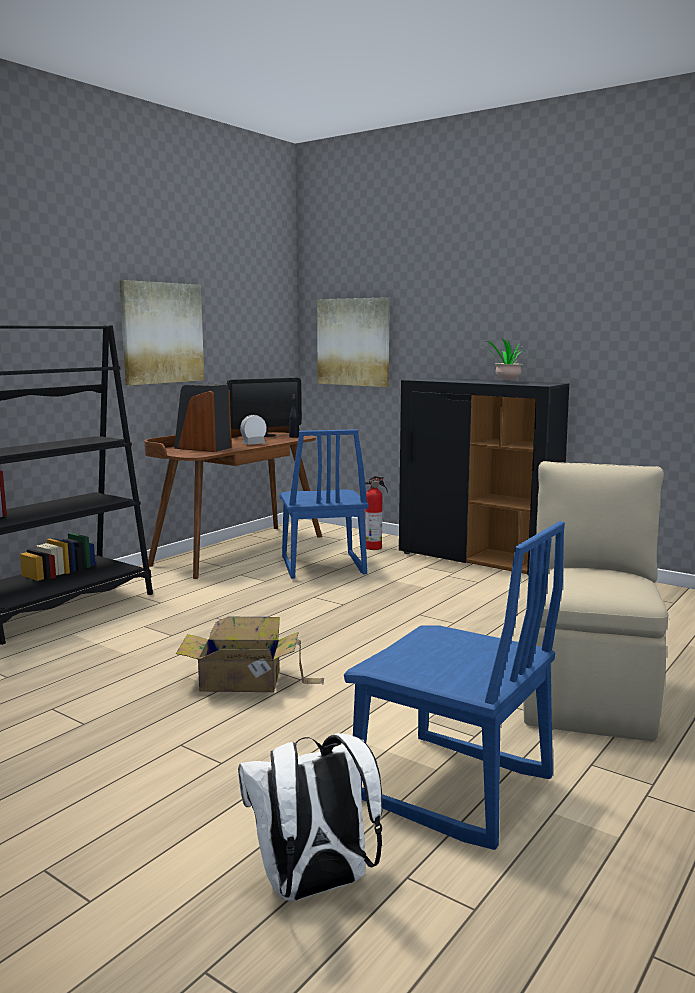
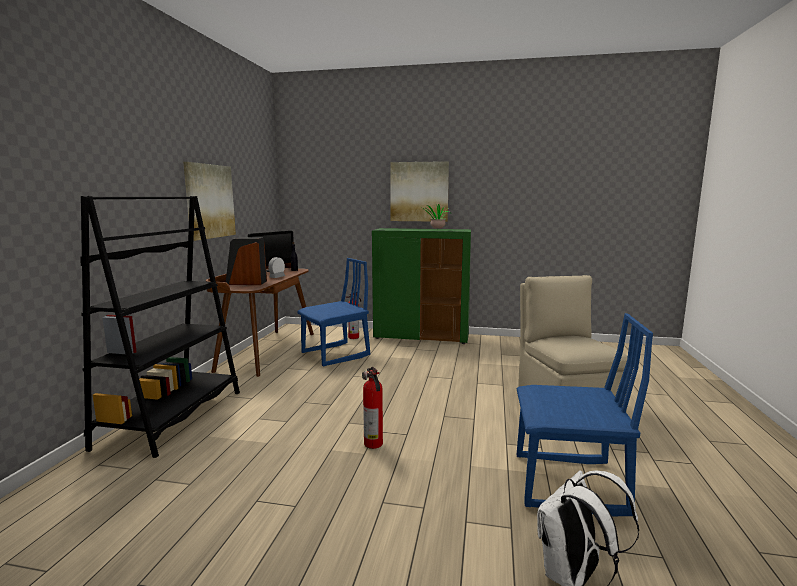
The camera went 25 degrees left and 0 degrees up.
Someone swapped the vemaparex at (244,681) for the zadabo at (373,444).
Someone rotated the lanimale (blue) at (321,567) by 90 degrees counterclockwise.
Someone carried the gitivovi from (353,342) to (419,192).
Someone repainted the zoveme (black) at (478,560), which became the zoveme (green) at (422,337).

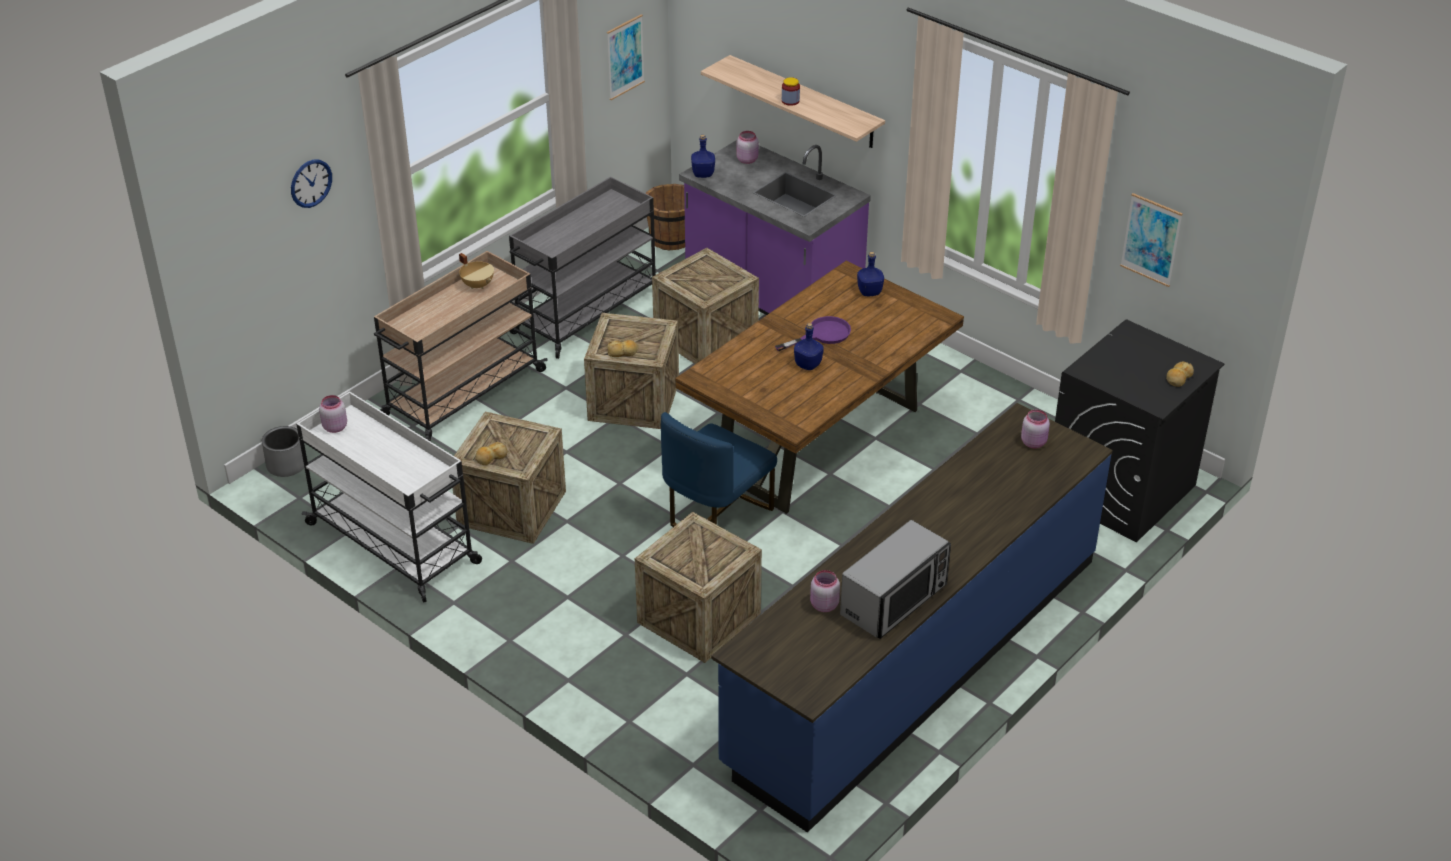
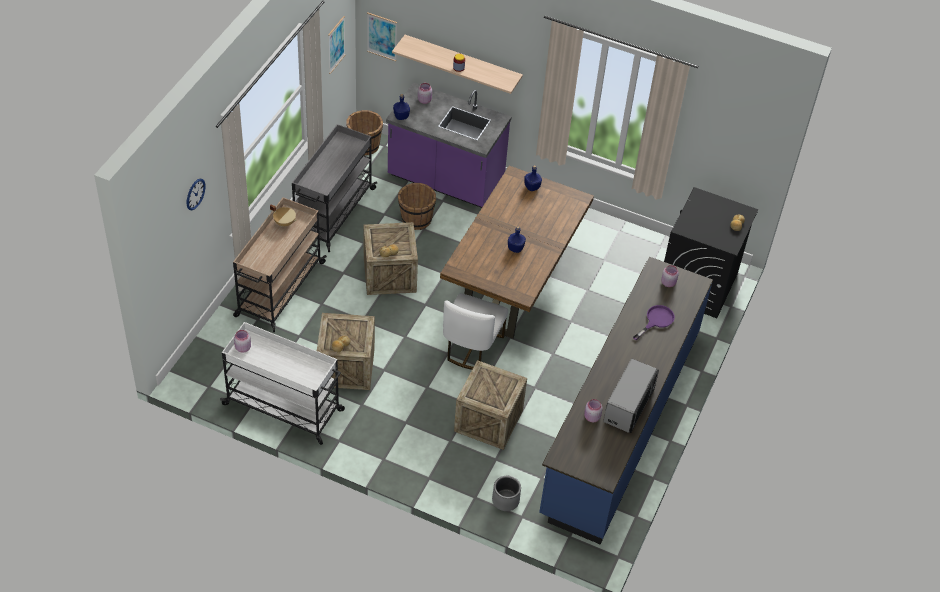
The camera went 20 degrees left and 10 degrees up.
Someone carried the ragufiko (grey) from (287,465) to (505,500).
Someone swapped the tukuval at (705,338) for the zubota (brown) at (416,219).
Someone repainted the lanimale (blue) at (716,514), which became the lanimale (white) at (471,347).
Someone carried the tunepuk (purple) from (822,335) to (656,320).
Someone carried the gitivovi from (1151,239) to (382,36).

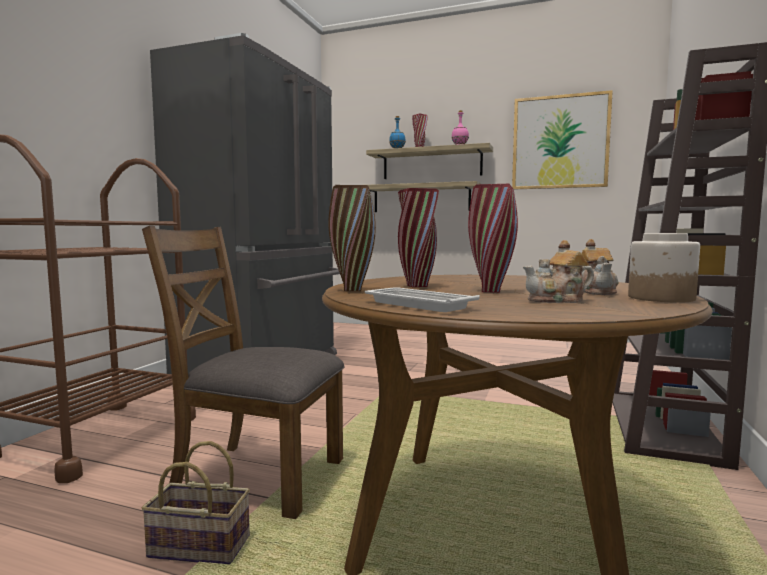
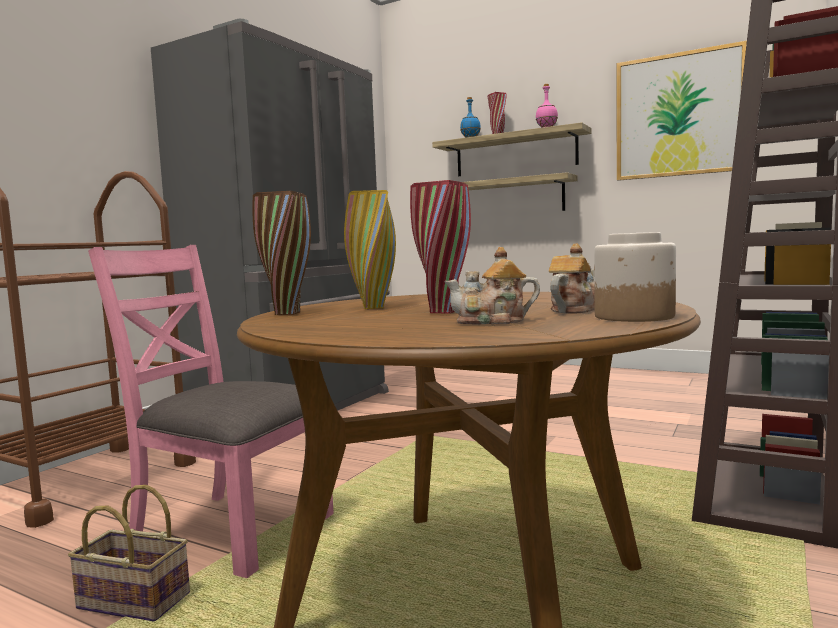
The camera went 10 degrees right and 0 degrees up.
Someone repainted the lanimale (brown) at (257,477), which became the lanimale (pink) at (230,530).
Someone took away the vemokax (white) at (417,305).
Someone repainted the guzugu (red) at (417,286), which became the guzugu (yellow) at (373,307).
Someone rotated the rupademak at (597,291) by 150 degrees counterclockwise.

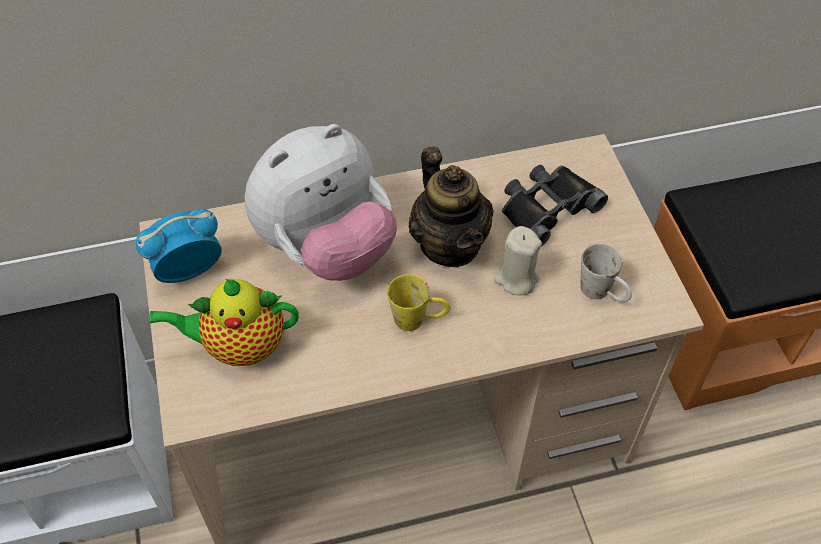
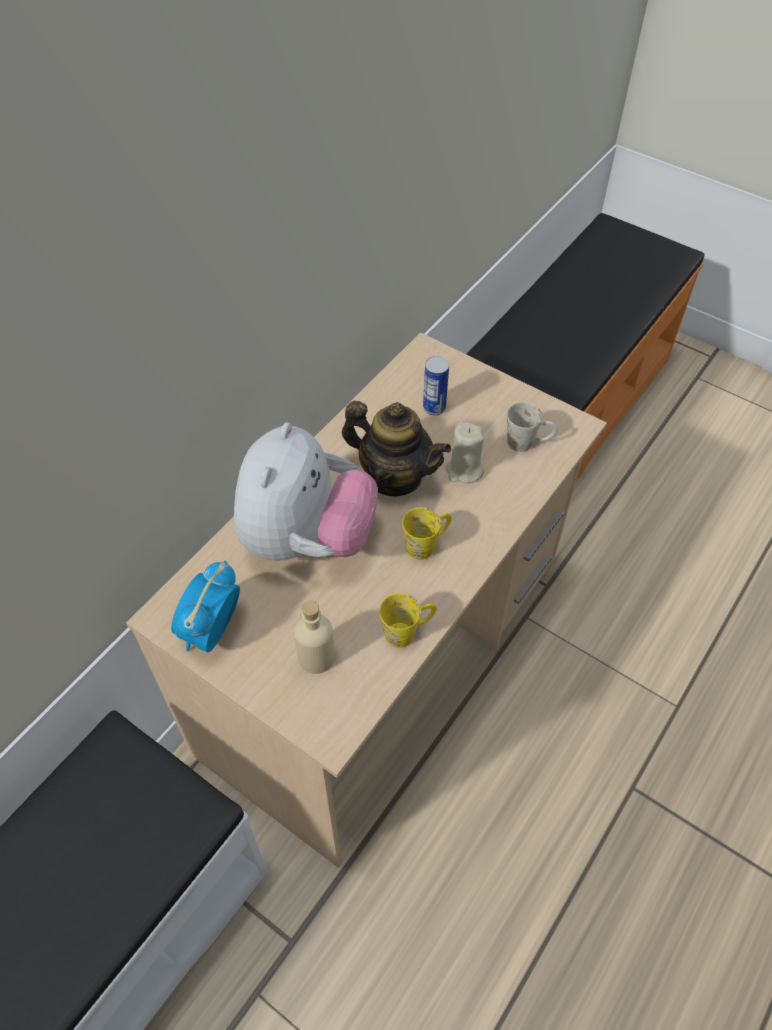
The camera went 40 degrees left and 0 degrees up.
Someone swapped the rupademak at (239,346) for the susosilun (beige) at (316,657).
Someone swapped the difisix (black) at (546,207) for the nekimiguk at (434,407).
Someone put down the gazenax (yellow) at (408,630).

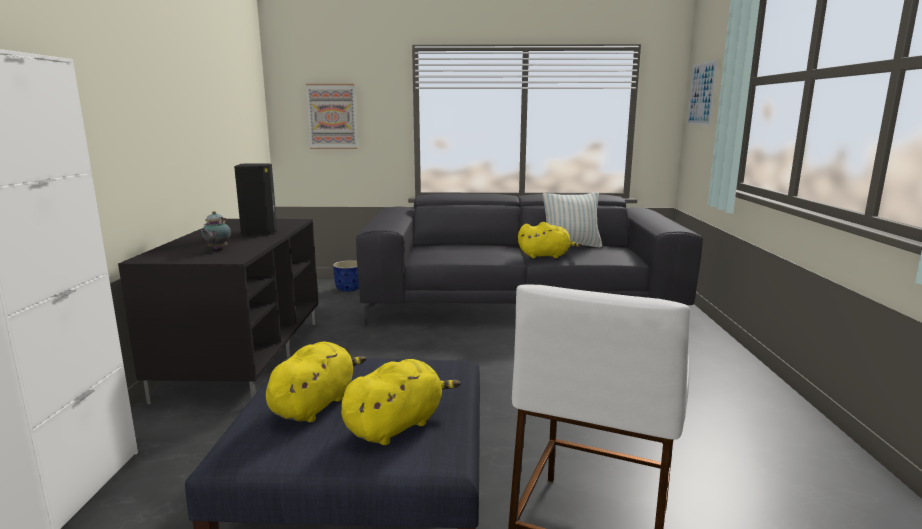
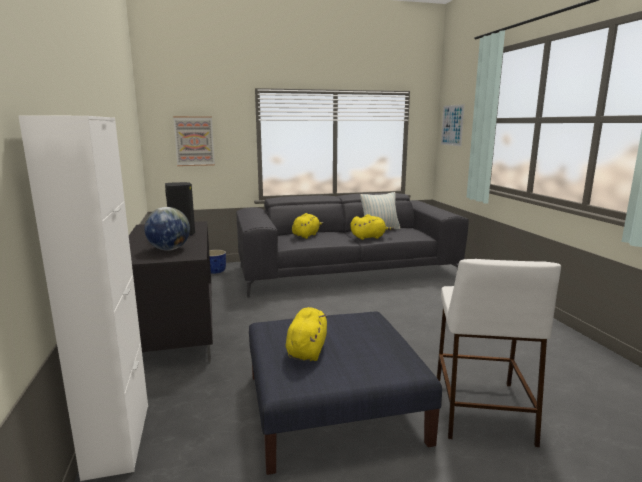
The camera went 15 degrees left and 0 degrees up.
Someone swapped the rupademak at (217,249) for the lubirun at (169,249).
Someone carried the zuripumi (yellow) from (397,425) to (306,235).

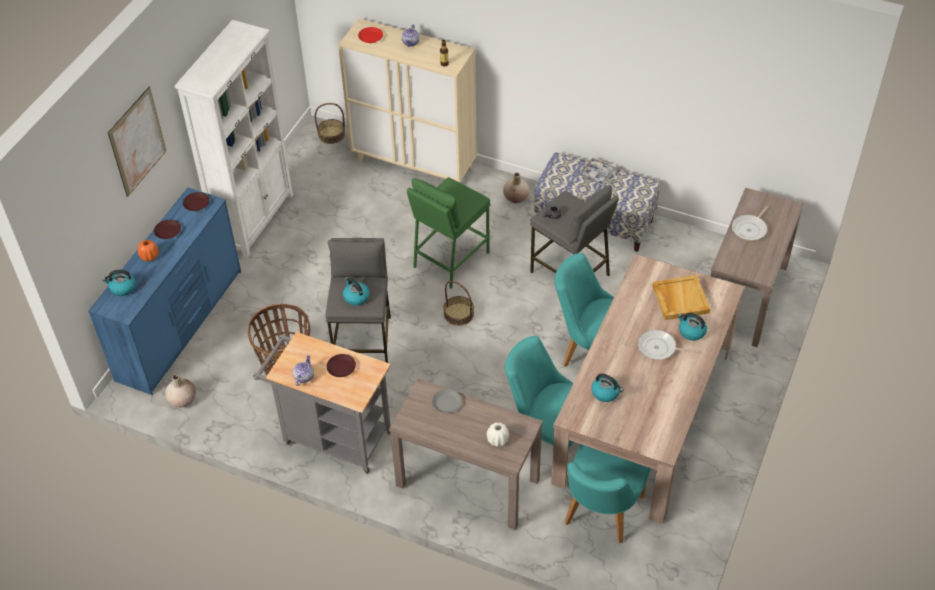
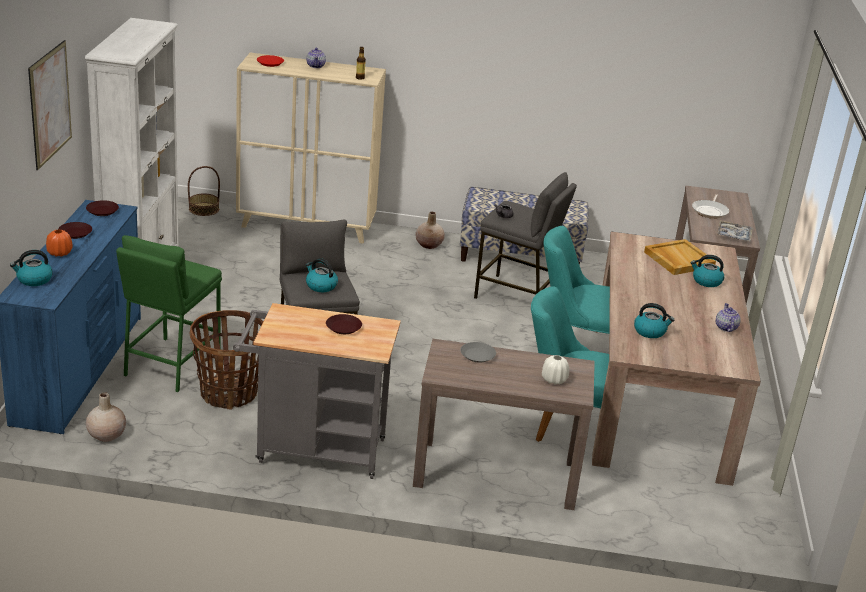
The camera went 20 degrees left and 20 degrees down.
Someone carried the rupademak from (304,377) to (725,328).
Someone carried the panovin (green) from (450,259) to (171,364).
Someone took away the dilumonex at (459,314).
Someone took away the lanimale (turquoise) at (599,515).
Someone carried the vemokax from (597,174) to (733,235).
Someone took away the tunepuk at (659,348).

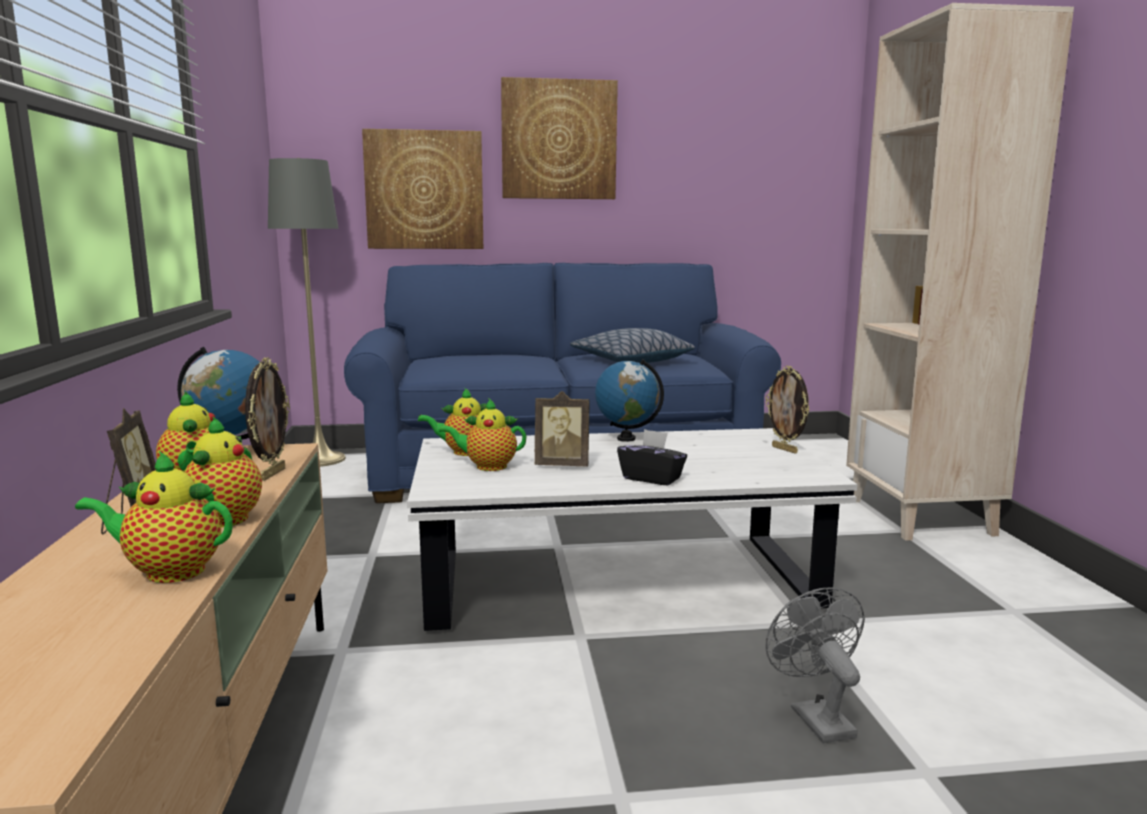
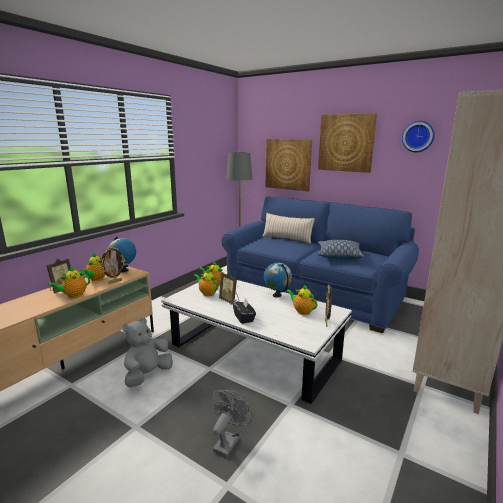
The camera went 40 degrees right and 5 degrees up.
Someone carried the rupademak from (169,571) to (302,311).
Someone put down the zuripumi (grey) at (147,375).
Someone put down the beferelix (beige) at (287,239).
Someone put up the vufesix at (418,136).

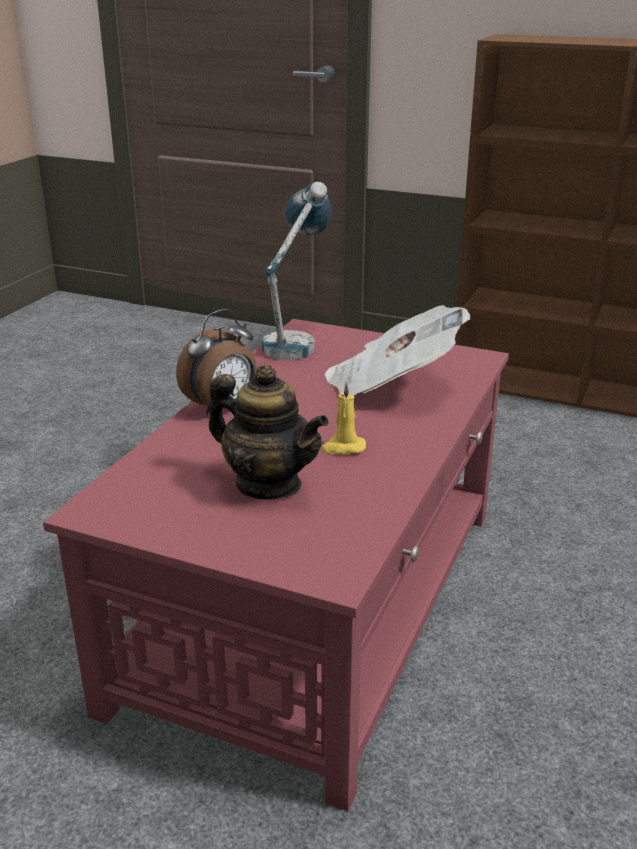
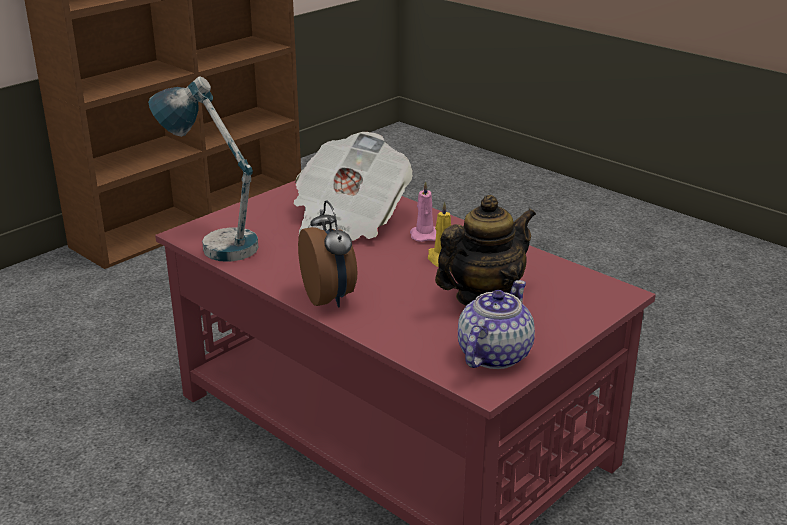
The camera went 70 degrees left and 0 degrees up.
Someone put down the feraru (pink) at (424,235).
Someone put down the rupademak at (493,355).

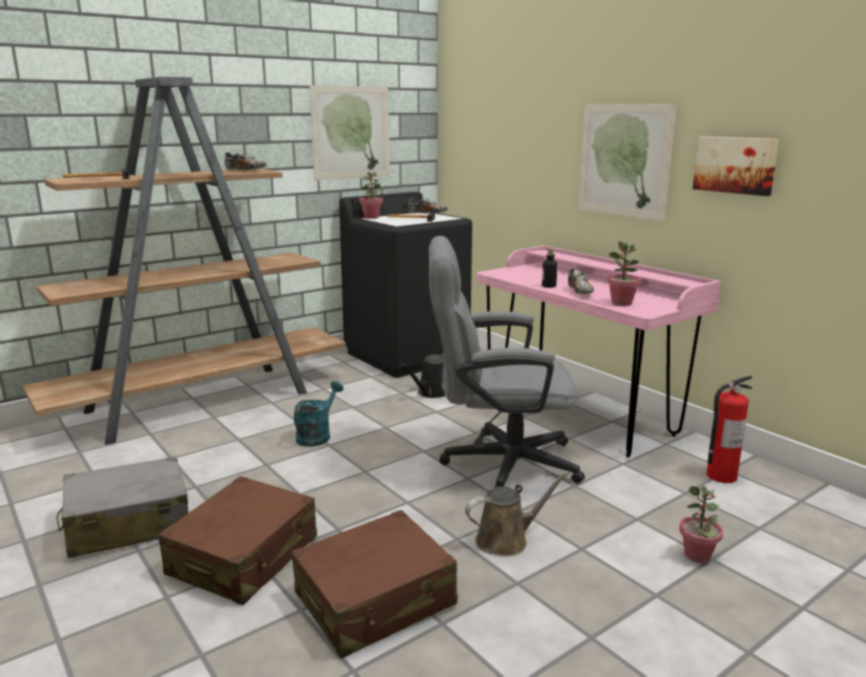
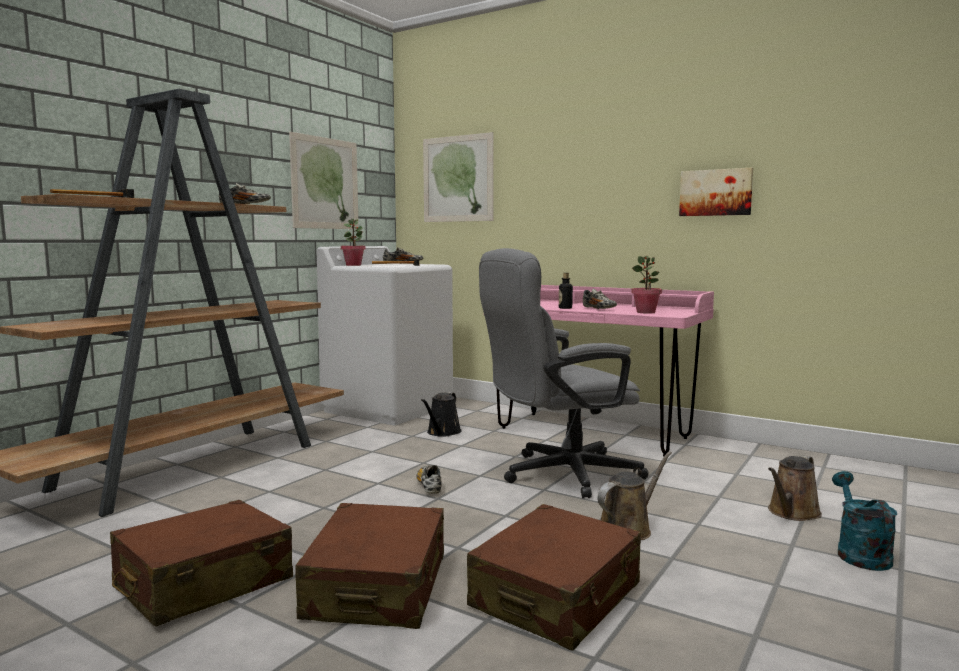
The camera went 20 degrees left and 10 degrees down.
Someone repainted the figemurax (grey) at (128,524), which became the figemurax (brown) at (203,583).
Someone carried the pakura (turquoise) from (317,435) to (859,553).
Someone repainted the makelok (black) at (407,355), which became the makelok (white) at (389,408).
Someone carried the gitivovi from (623,160) to (457,179).
Someone swapped the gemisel at (697,555) for the pakura (brown) at (792,513).
Someone took away the zadabo at (721,476).
Someone put down the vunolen at (429,486).

